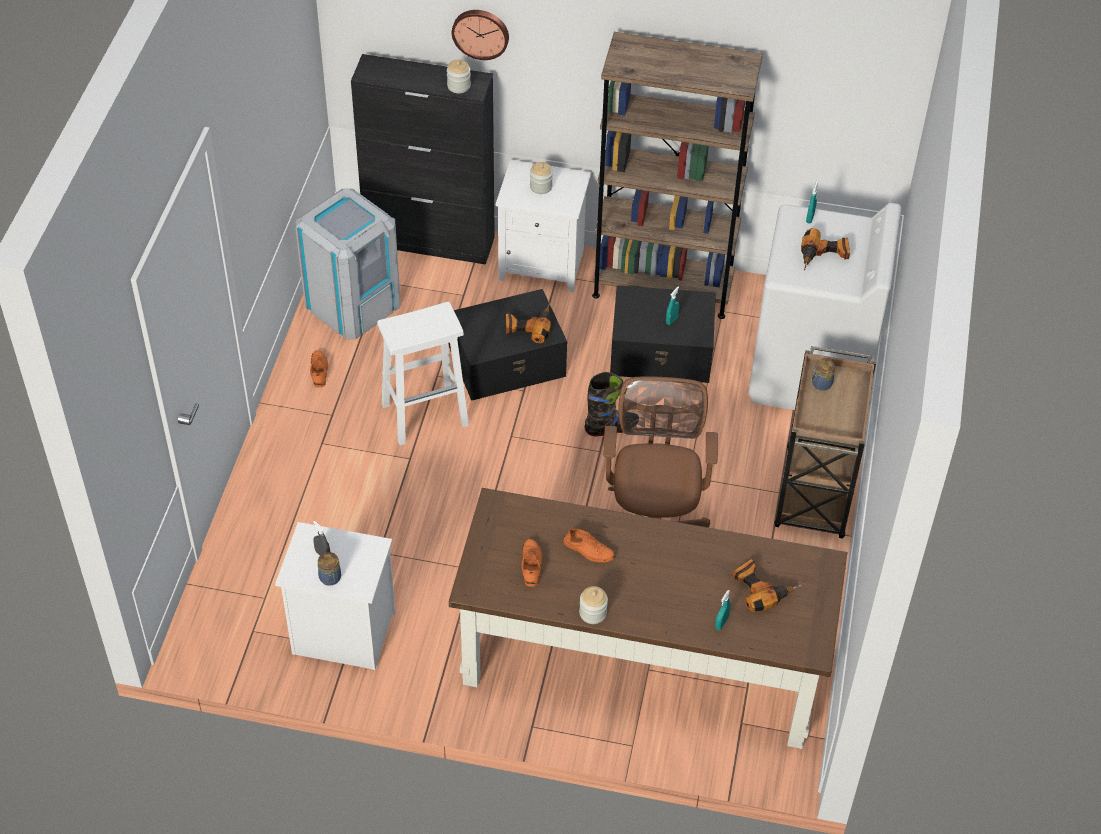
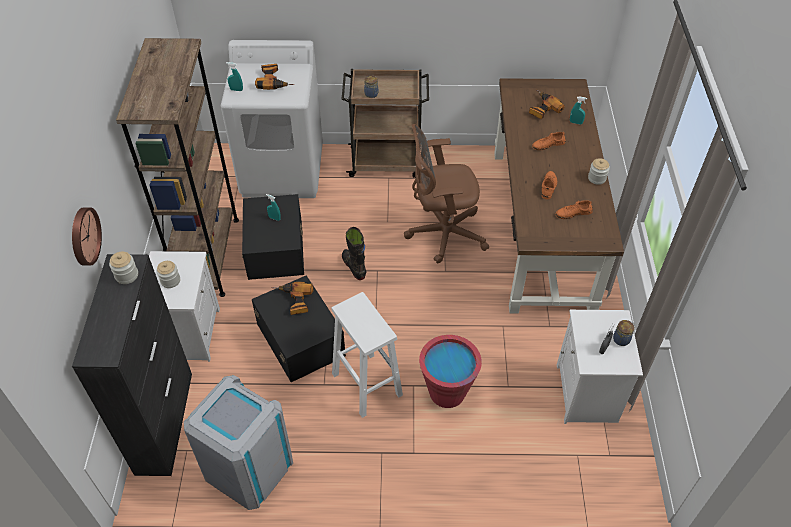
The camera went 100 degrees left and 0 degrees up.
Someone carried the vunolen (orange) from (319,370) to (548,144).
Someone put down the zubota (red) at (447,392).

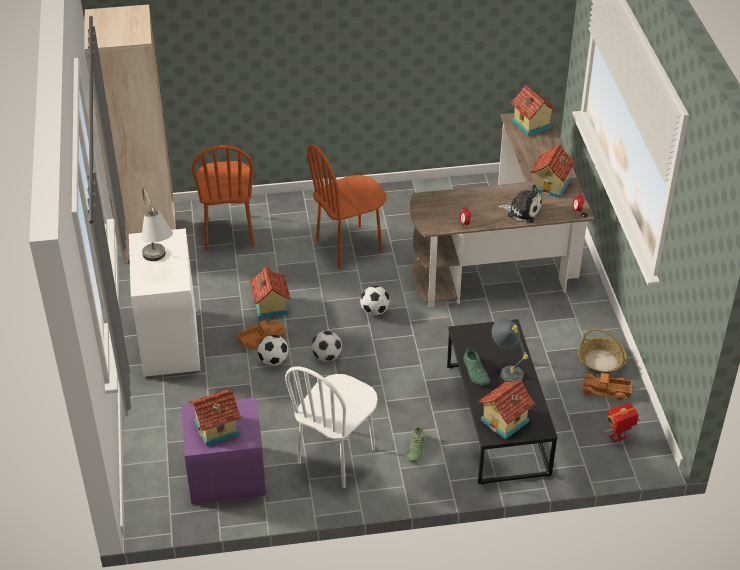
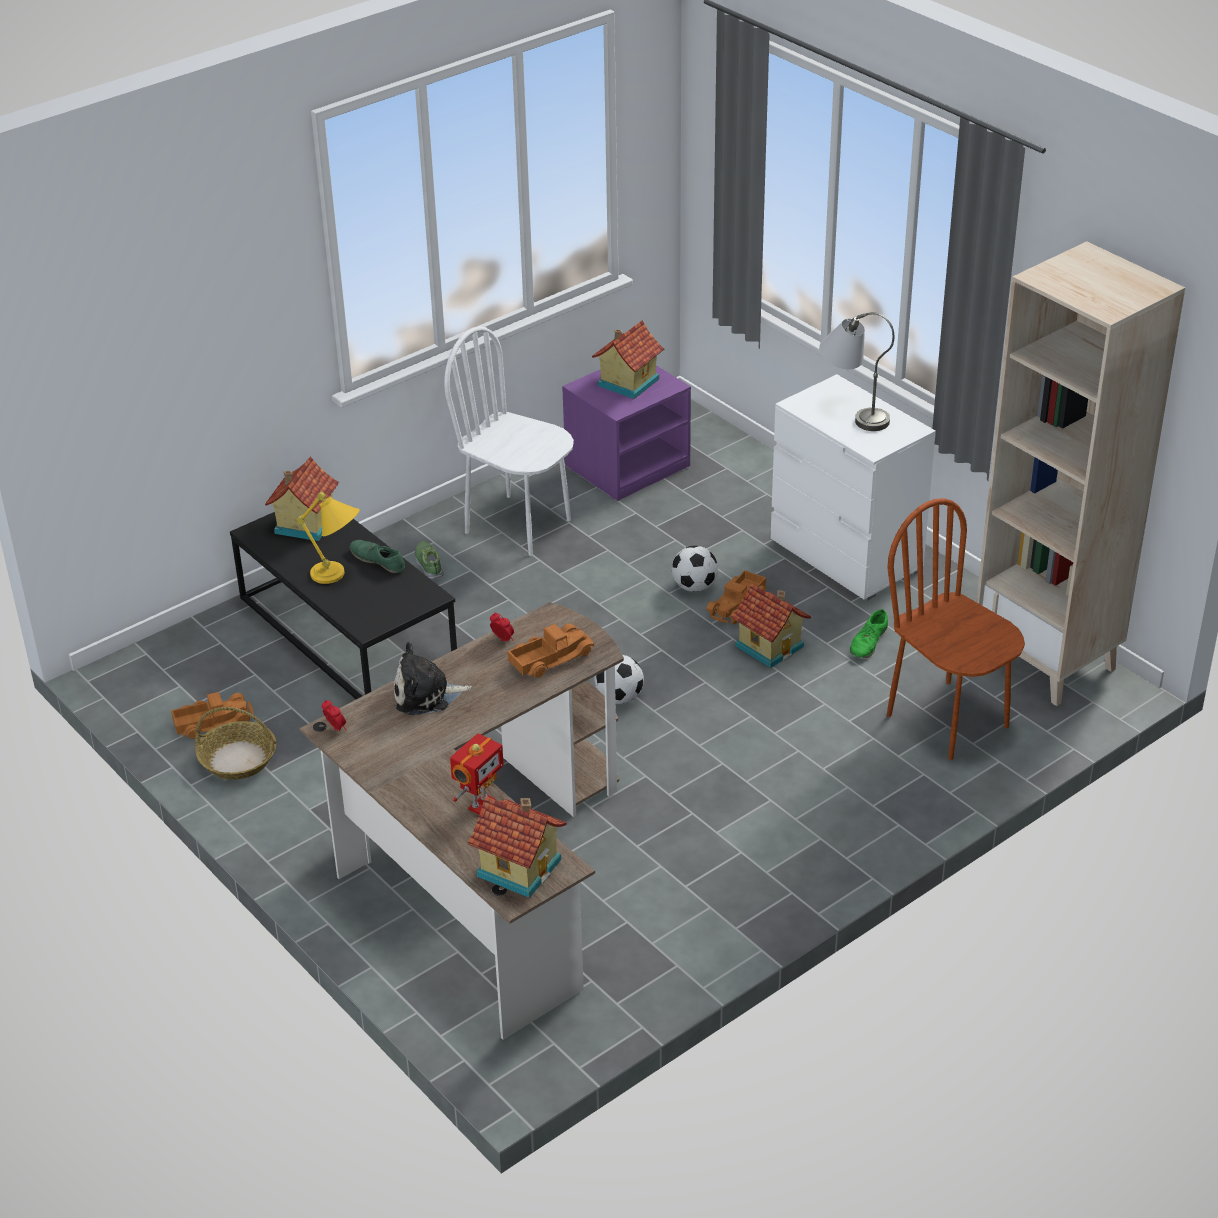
The camera went 150 degrees right and 5 degrees down.
Someone rotated the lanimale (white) at (337,456) by 60 degrees counterclockwise.
Someone took away the lanimale (brown) at (349,246).
Someone took away the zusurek at (327,356).
Someone repainted the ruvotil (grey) at (506,369), which became the ruvotil (yellow) at (338,577).
Someone took away the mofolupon at (551,185).
Someone carried the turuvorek from (618,438) to (480,804).
Someone put down the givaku at (550,658).
Someone put down the vunolen (green) at (868,642).

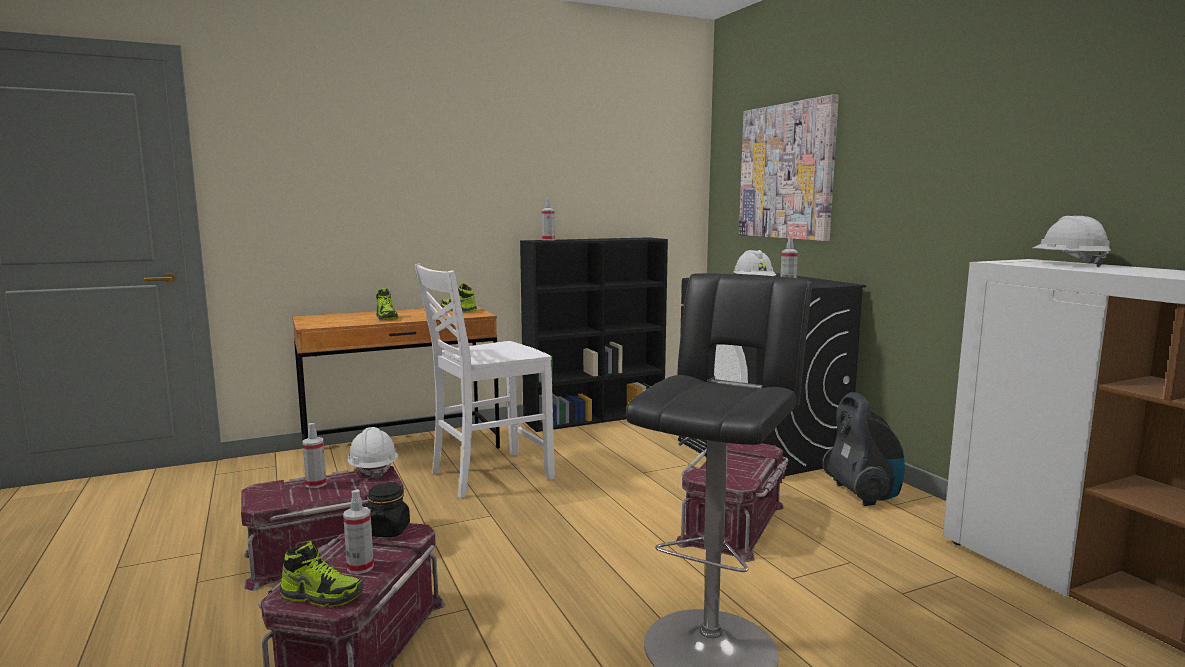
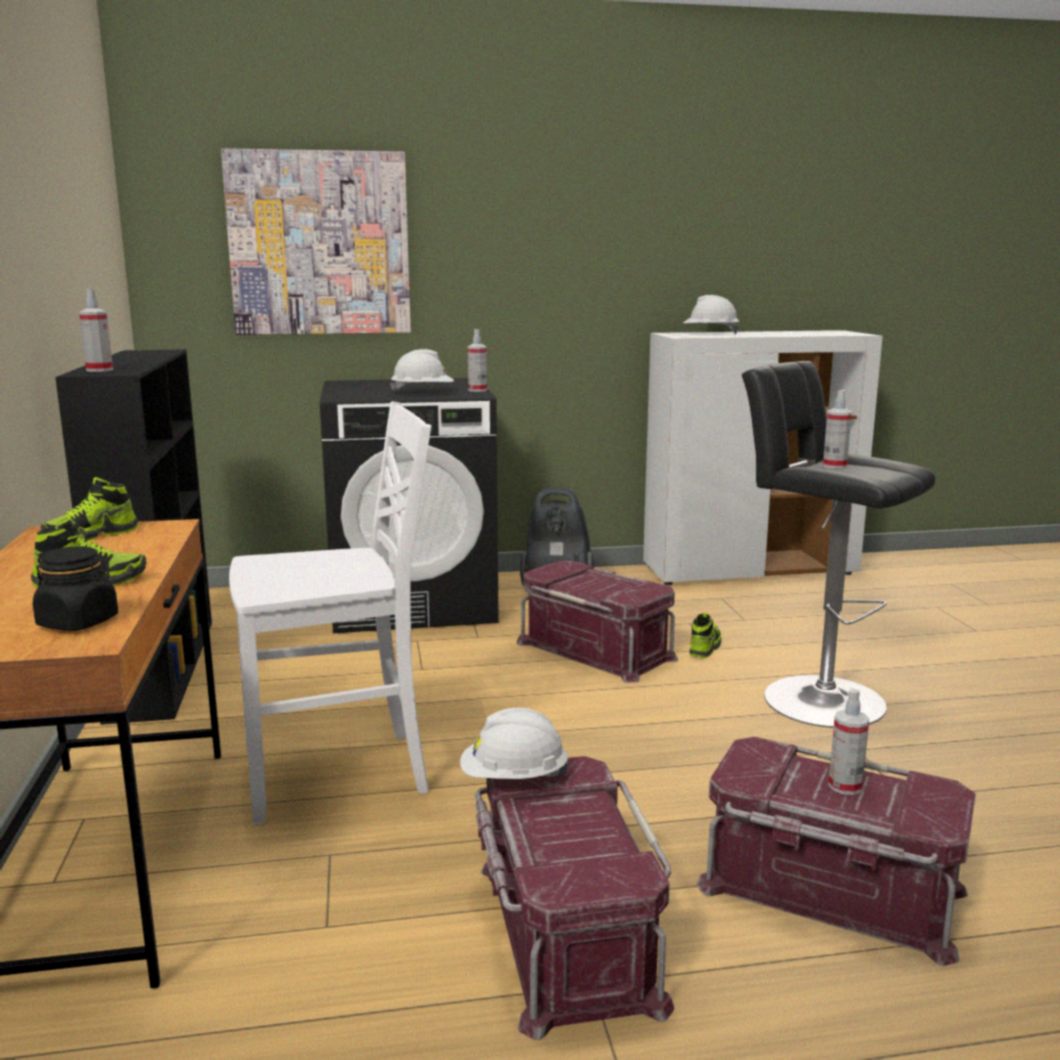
The camera went 75 degrees left and 5 degrees up.
Someone carried the vunolen from (322,595) to (704,648).
Someone carried the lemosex from (316,484) to (834,466).
Someone carried the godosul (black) from (387,530) to (78,622).
Someone rotated the lanimale (white) at (488,475) by 90 degrees counterclockwise.

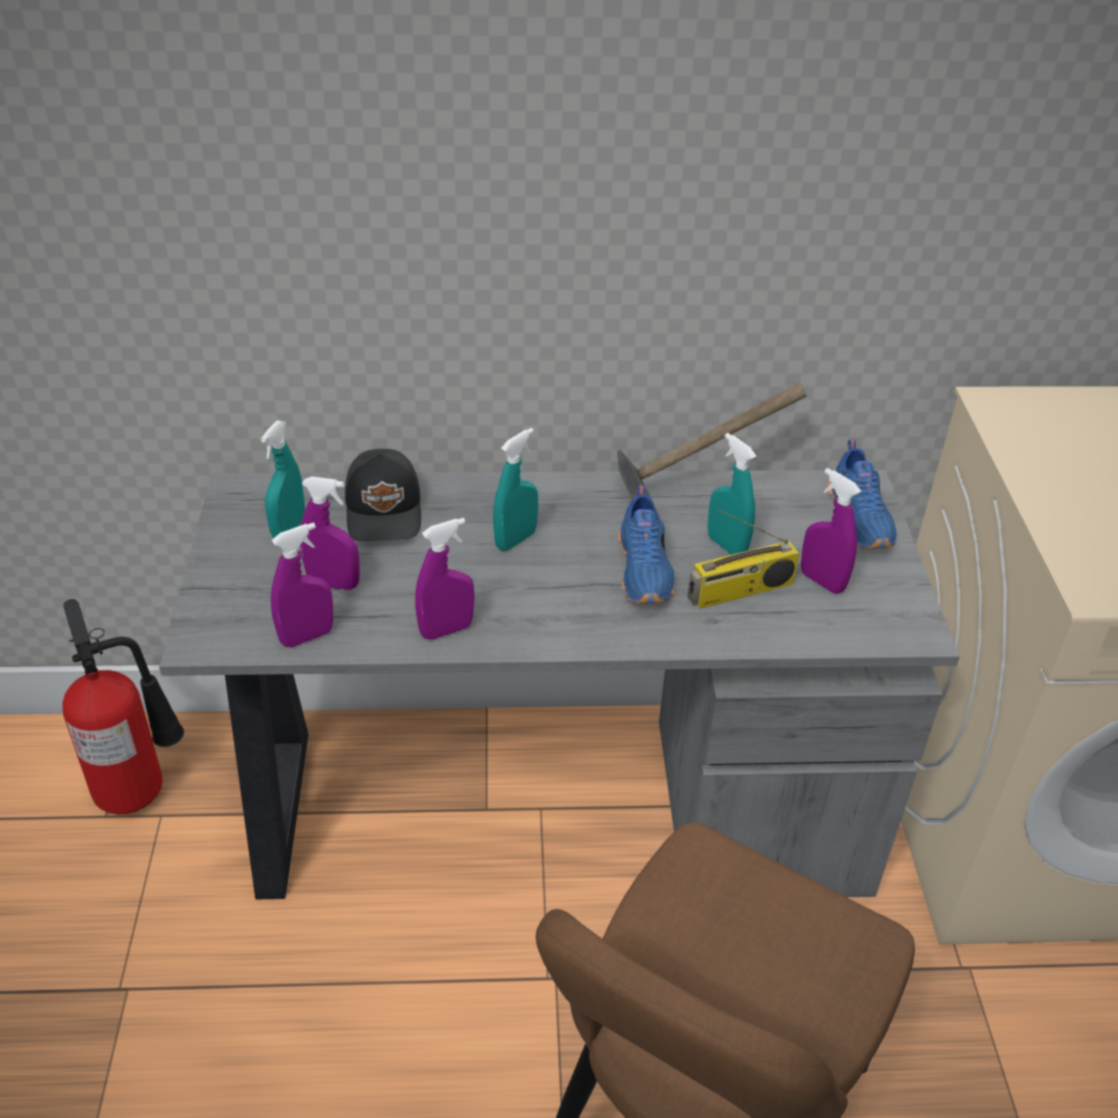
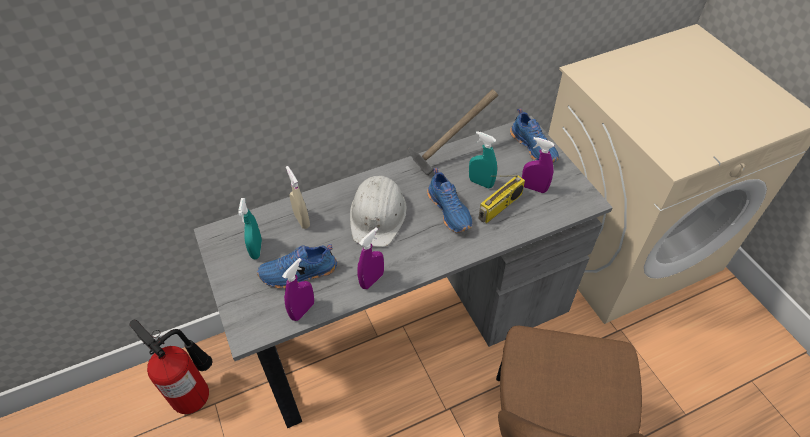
The camera went 20 degrees left and 10 degrees up.
Someone swapped the lemosex (purple) at (333,584) for the vunolen (blue) at (299,274).
Someone swapped the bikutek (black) at (385,511) for the lemosex (beige) at (302,220).
Someone swapped the lemosex (turquoise) at (515,540) for the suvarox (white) at (378,215).

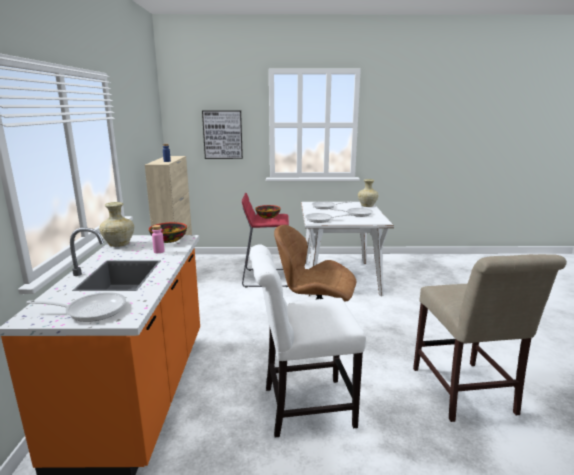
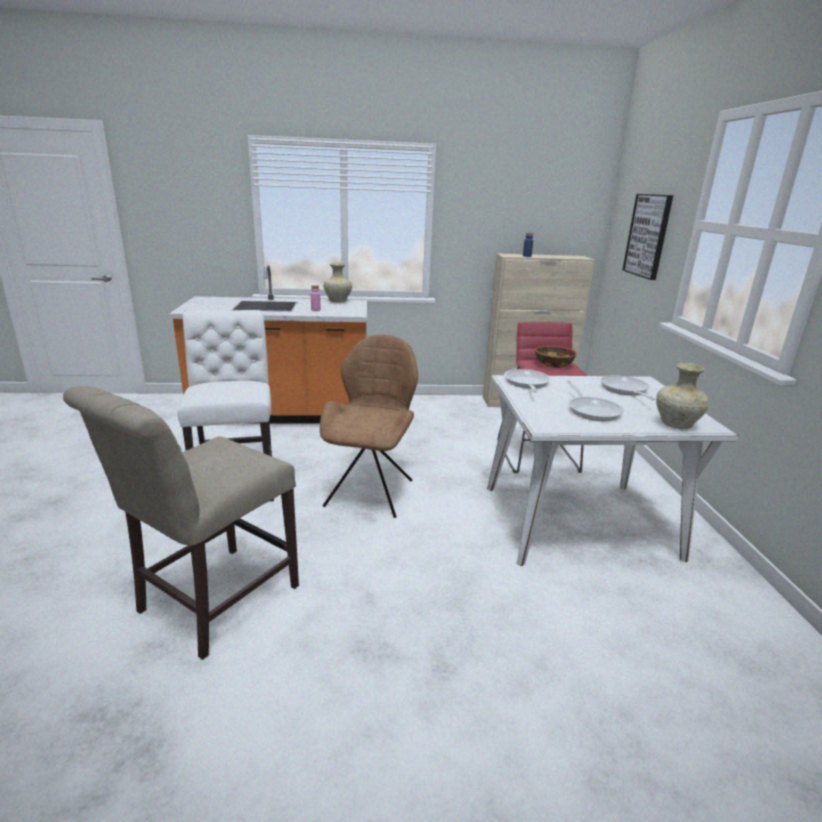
The camera went 85 degrees right and 5 degrees up.
Someone took away the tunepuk at (91,310).
Someone took away the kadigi at (169,240).
Someone rotated the lanimale (beige) at (465,394) by 45 degrees counterclockwise.

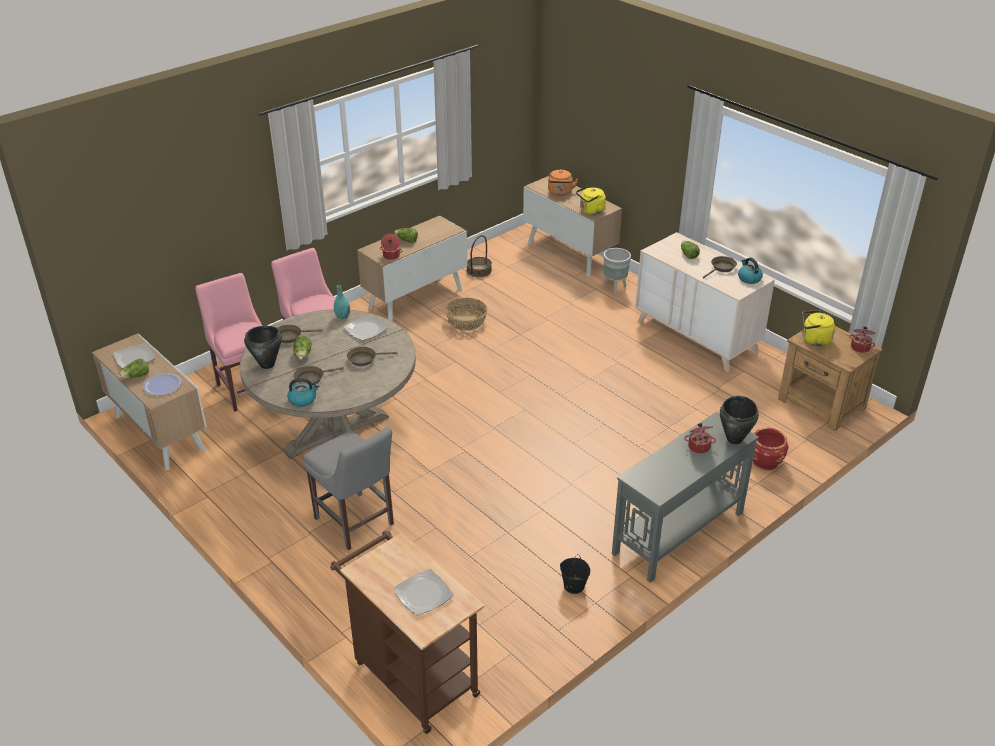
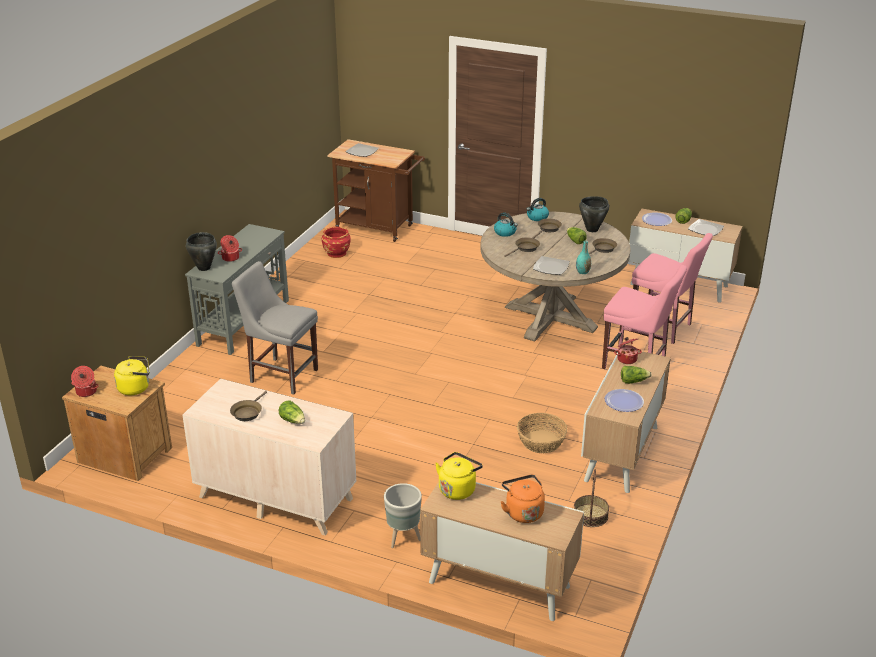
The camera went 155 degrees right and 5 degrees down.
Someone carried the lanimale (grey) from (356,523) to (281,374).
Someone took away the zubota (black) at (573,585).
Someone carried the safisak from (749,278) to (505,232).
Someone carried the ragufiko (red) from (765,462) to (336,253).
Someone put down the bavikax at (624,401).

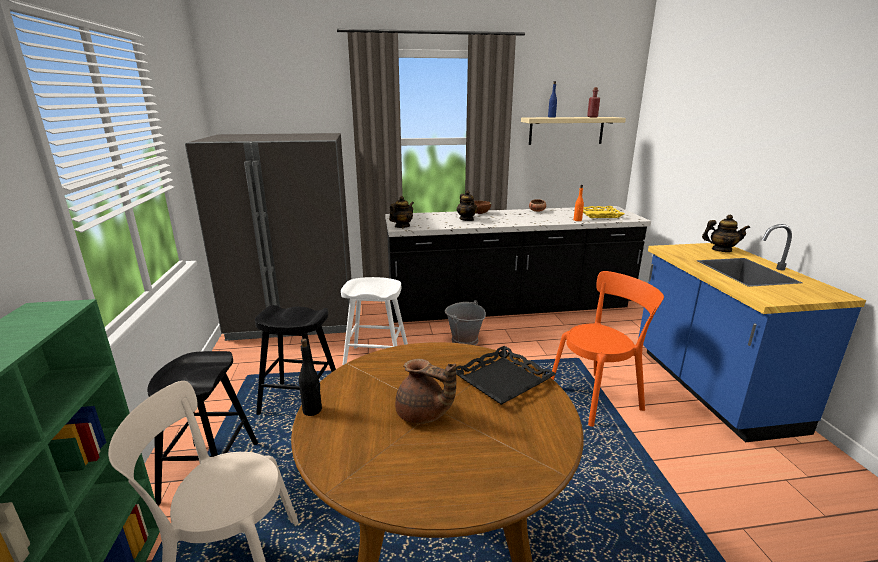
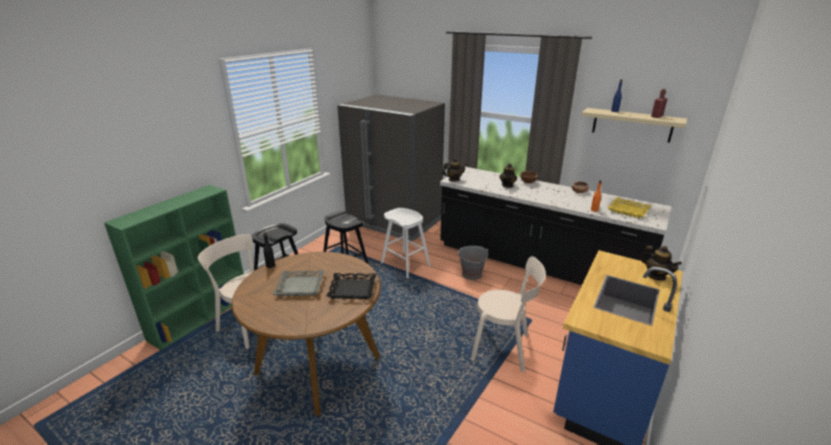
The camera went 40 degrees right and 5 degrees up.
Someone swapped the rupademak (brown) at (423,415) for the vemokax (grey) at (300,286).
Someone repainted the lanimale (orange) at (597,397), which became the lanimale (beige) at (504,348).

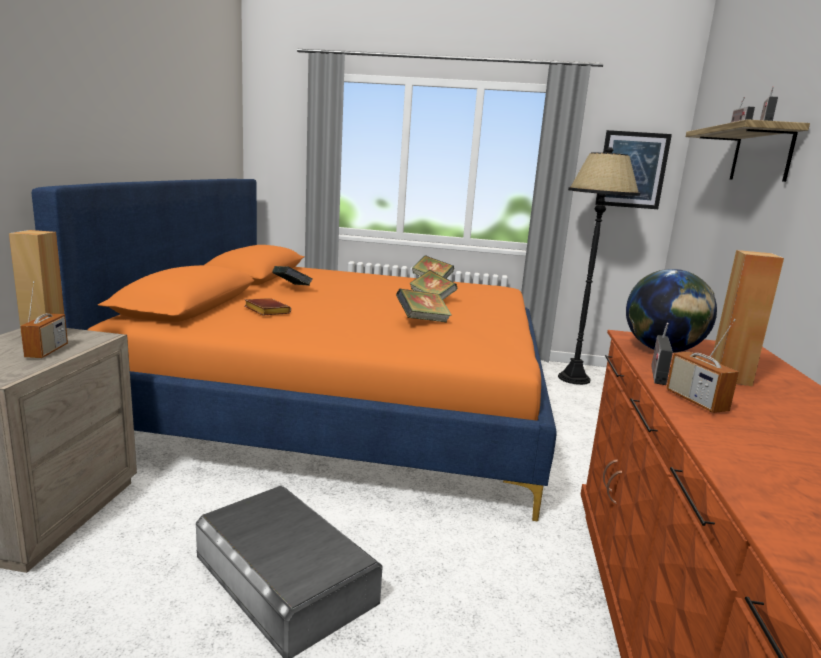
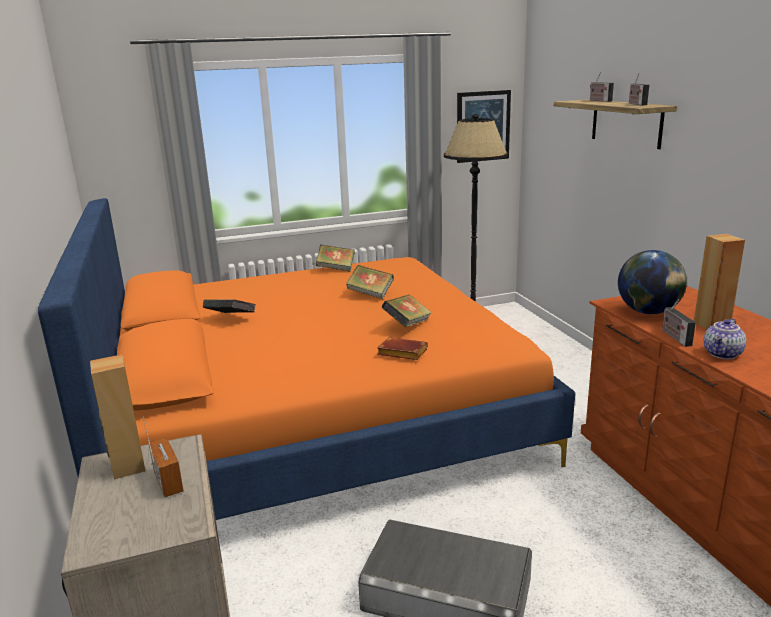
The camera went 25 degrees left and 5 degrees up.
Someone carried the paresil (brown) from (265,311) to (401,353).
Someone swapped the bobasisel at (696,401) for the rupademak at (723,354).

